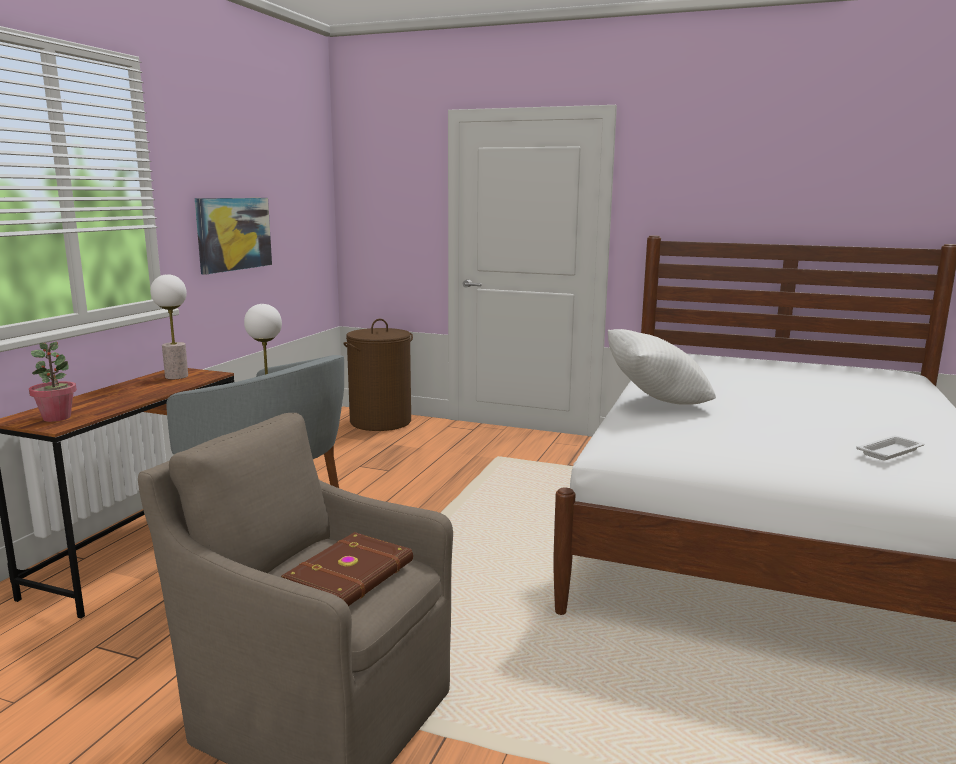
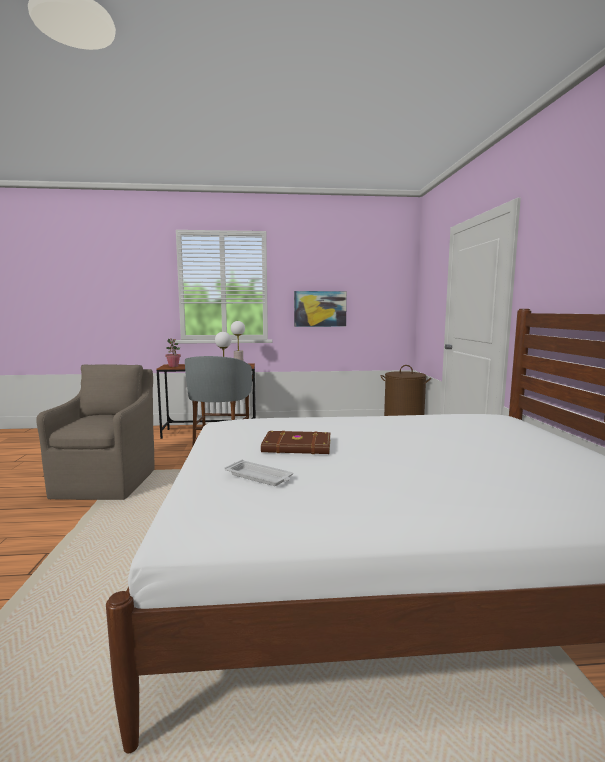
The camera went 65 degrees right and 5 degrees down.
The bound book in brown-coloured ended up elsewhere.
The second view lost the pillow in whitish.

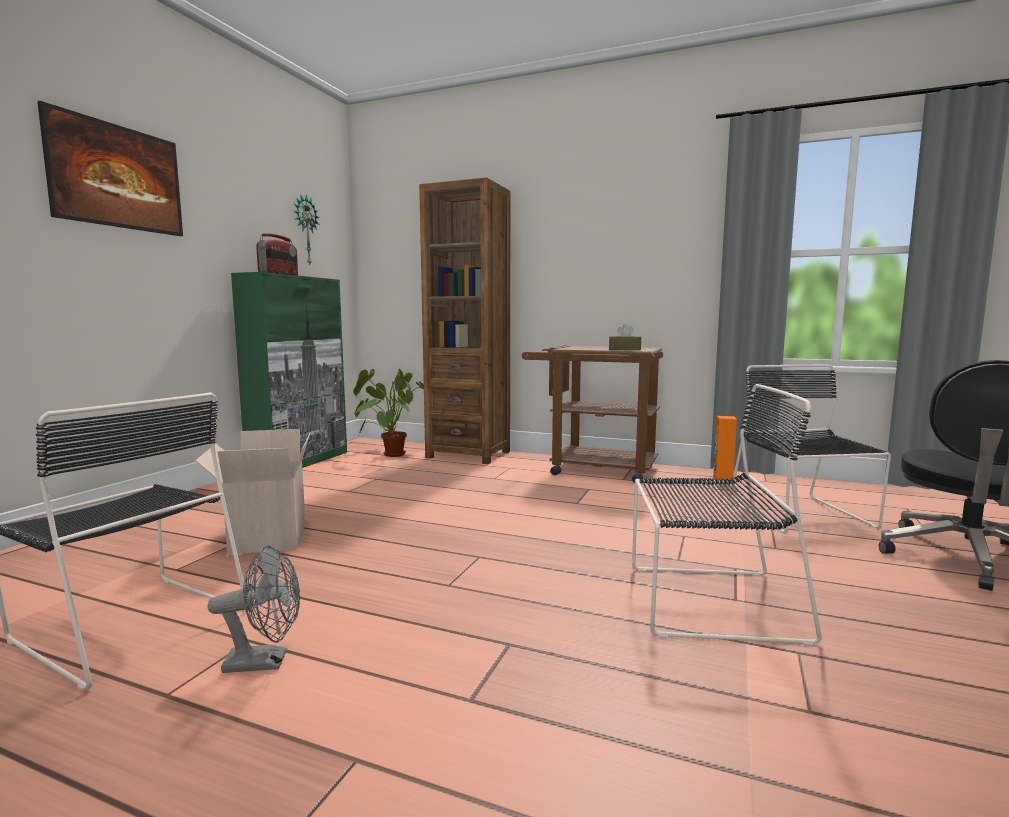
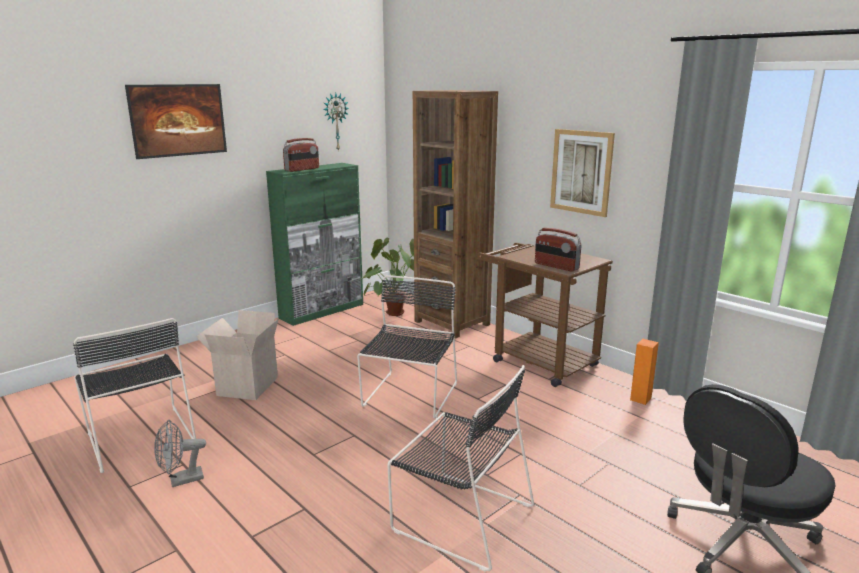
The camera went 25 degrees right and 10 degrees up.
The cooling fan in gray ended up facing another way, 135 degrees clockwise from before.
The chair in black (3rd from left in the first image) ended up elsewhere.
Where the tissue holder in brown-coloured stood, the radio set (2nd from left) came to stand.
The second view gained the picture (2nd from left).

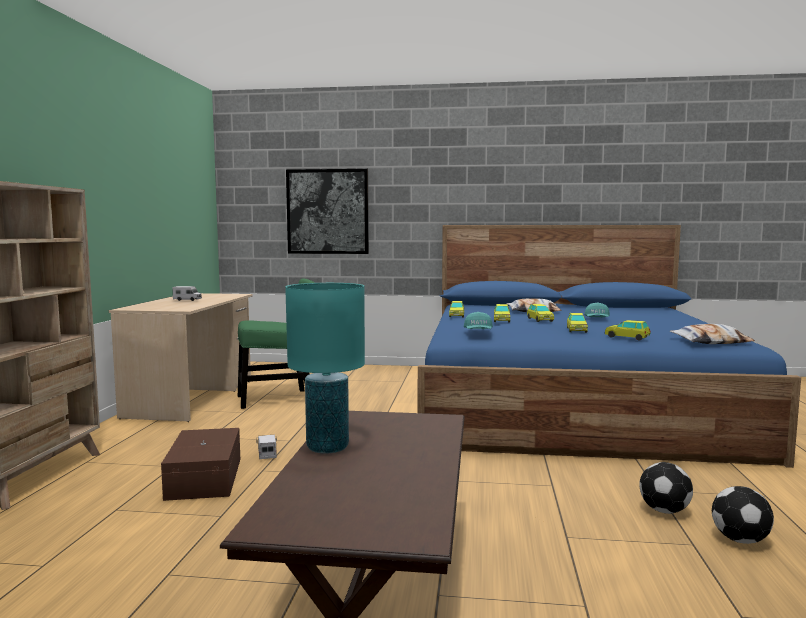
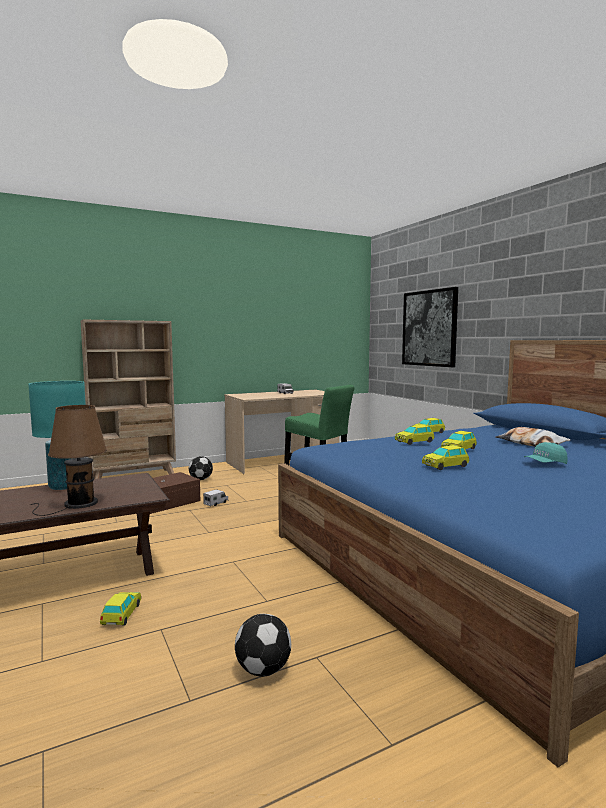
The camera went 55 degrees right and 0 degrees up.
The second view gained the tabletop lamp in brown-coloured.
The miniature car (5th from left in the first image) ended up elsewhere.
The ball for football (2nd from left in the first image) ended up elsewhere.
The second view lost the baseball cap in turquoise-coloured (1st from left).
The second view lost the pillow (2nd from left).

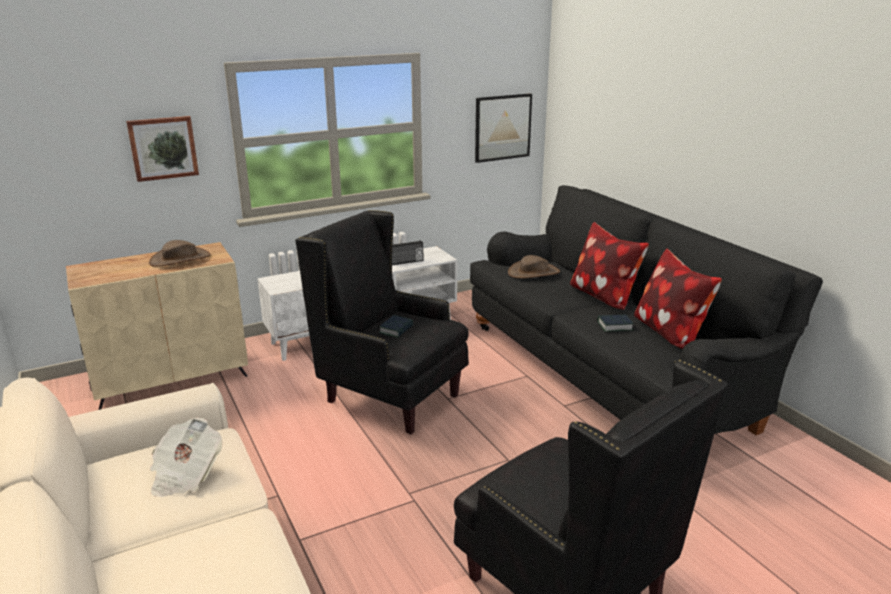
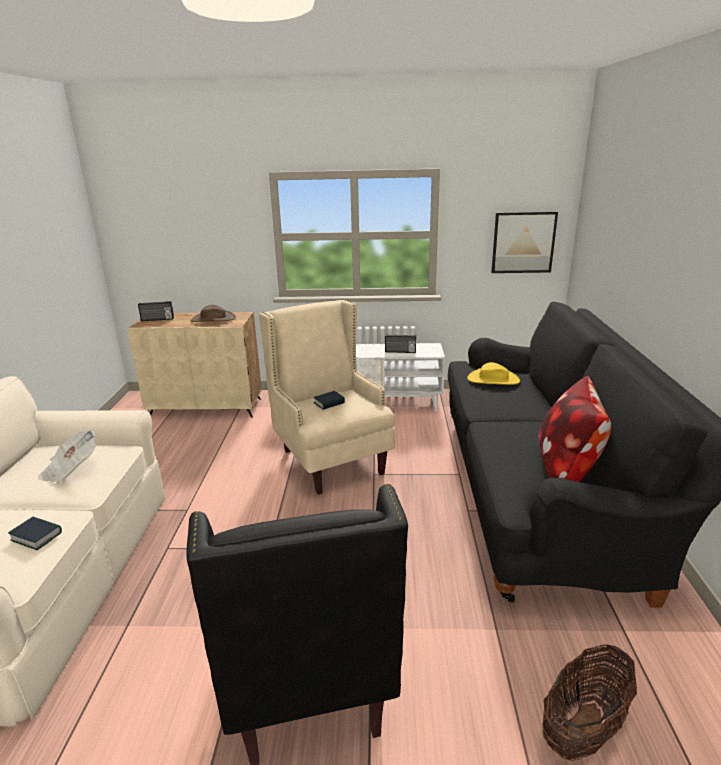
The camera went 30 degrees right and 0 degrees up.
The bound book (2nd from left in the first image) ended up elsewhere.
The second view gained the radio set (1st from left).
What was the armchair in black (1st from left) turned into the armchair in beige.
What was the clothing hat in brown-coloured (2nd from left) turned into the clothing hat in yellow.
The second view gained the basket.
The second view lost the picture (1st from left).
The second view lost the pillow (1st from left).

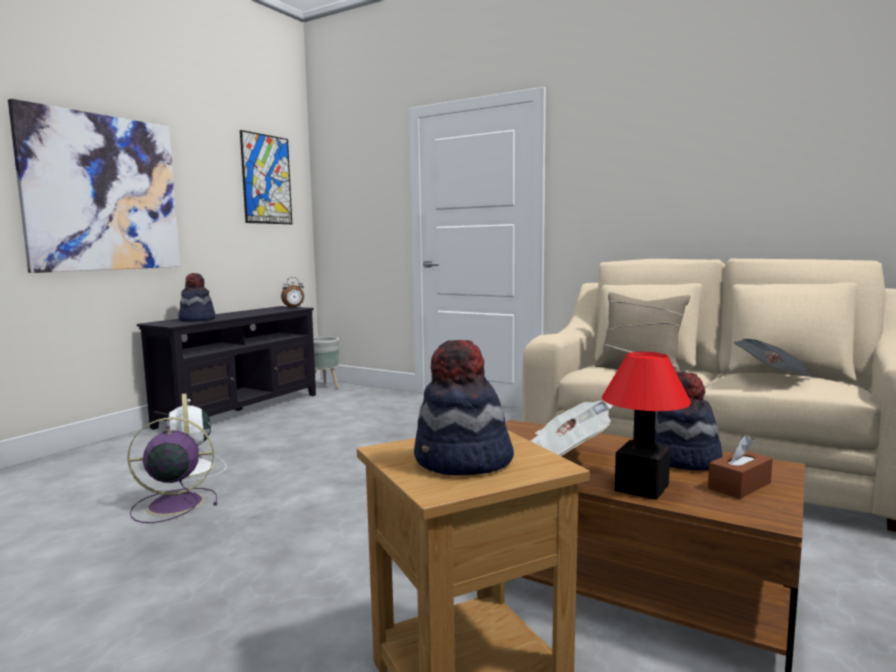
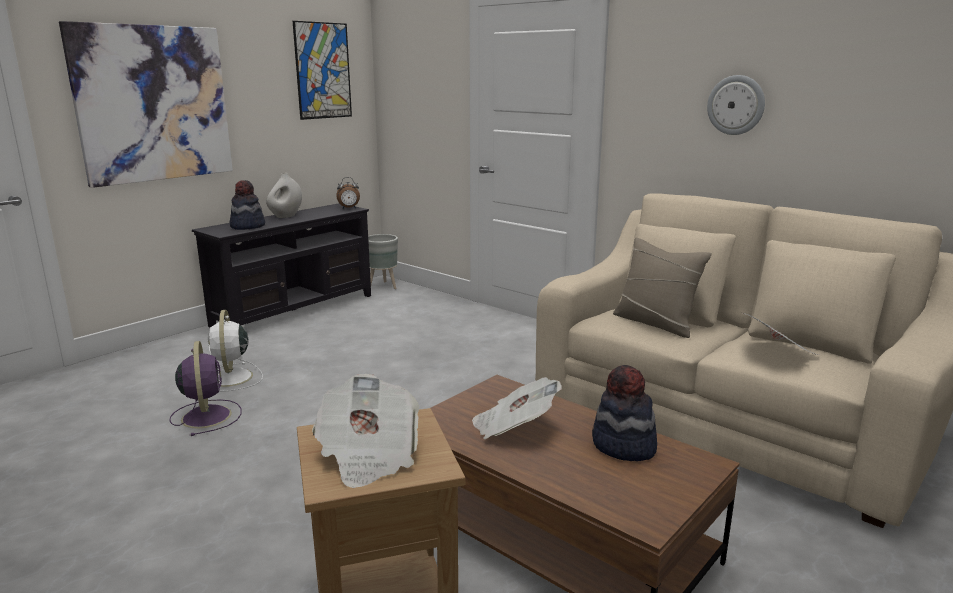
The camera went 10 degrees right and 10 degrees up.
The cooling fan in purplish ended up facing another way, 75 degrees clockwise from before.
The second view gained the decorative vase in whitish.
Where the clothing hat (2nd from left) stood, the newspaper (1st from left) came to stand.
The second view gained the wall clock.
The second view lost the tabletop lamp.
The second view lost the tissue holder in brown-coloured.

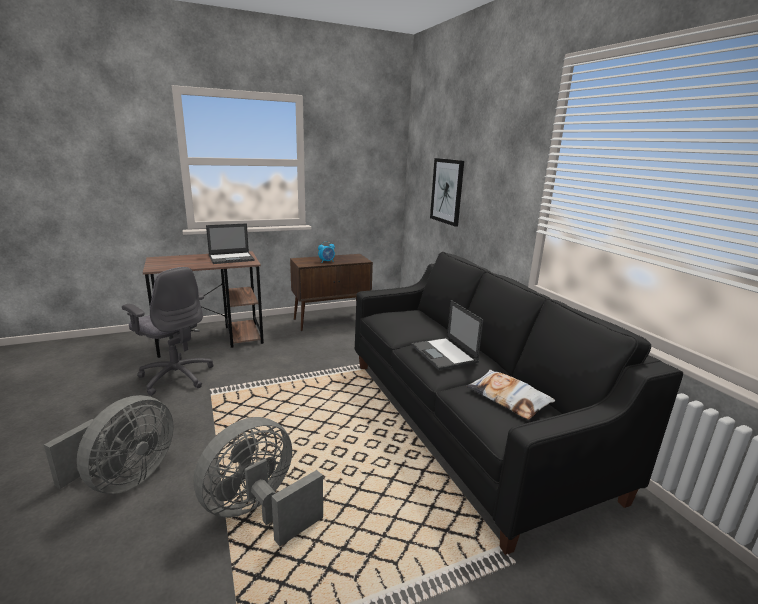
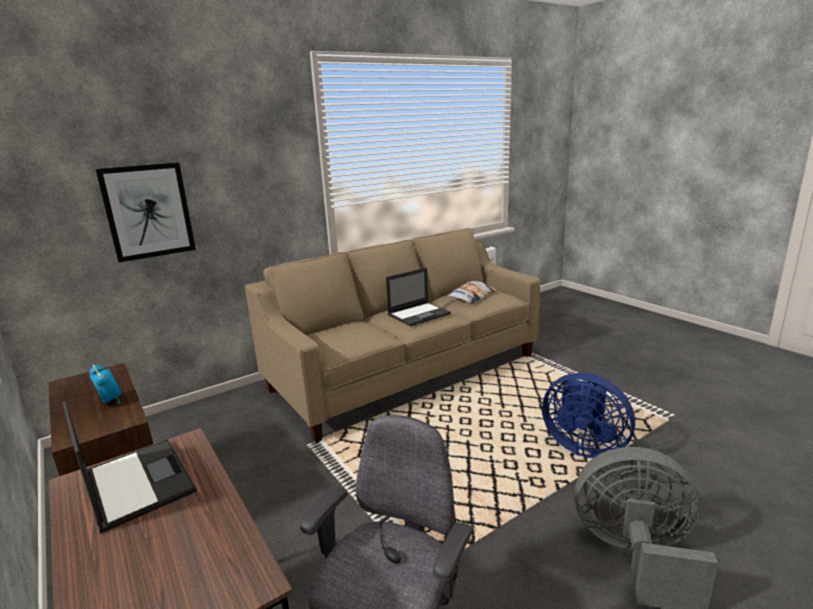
The camera went 100 degrees left and 0 degrees up.
What was the couch in black turned into the couch in beige.
What was the cooling fan in gray (2nd from left) turned into the cooling fan in bluish.

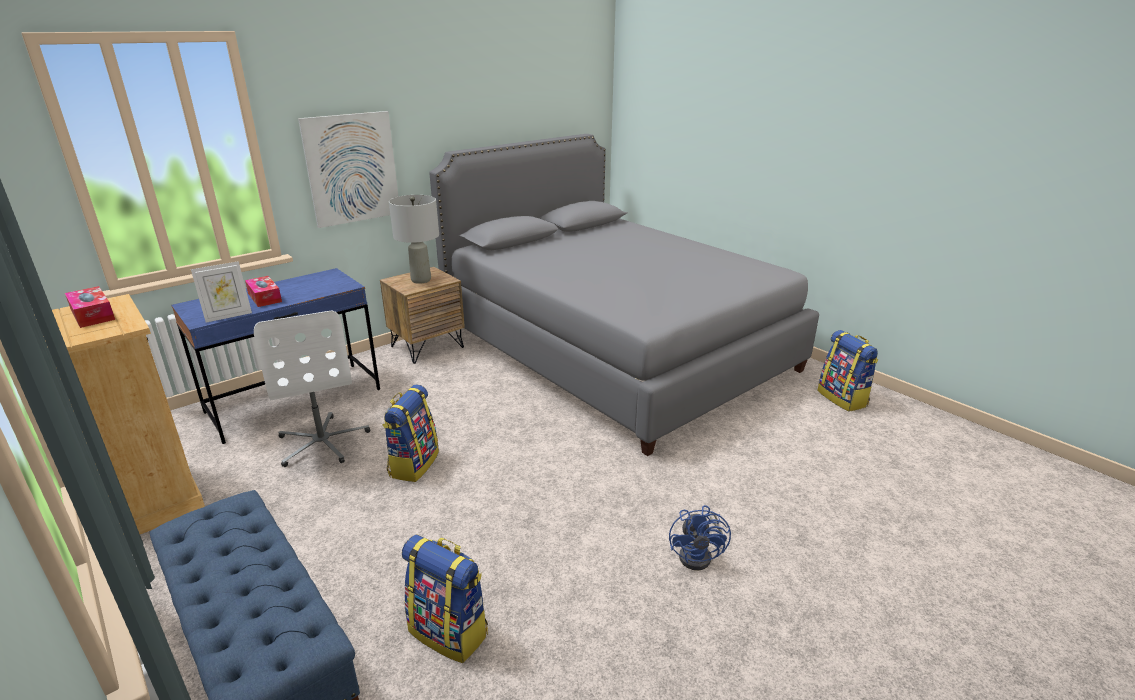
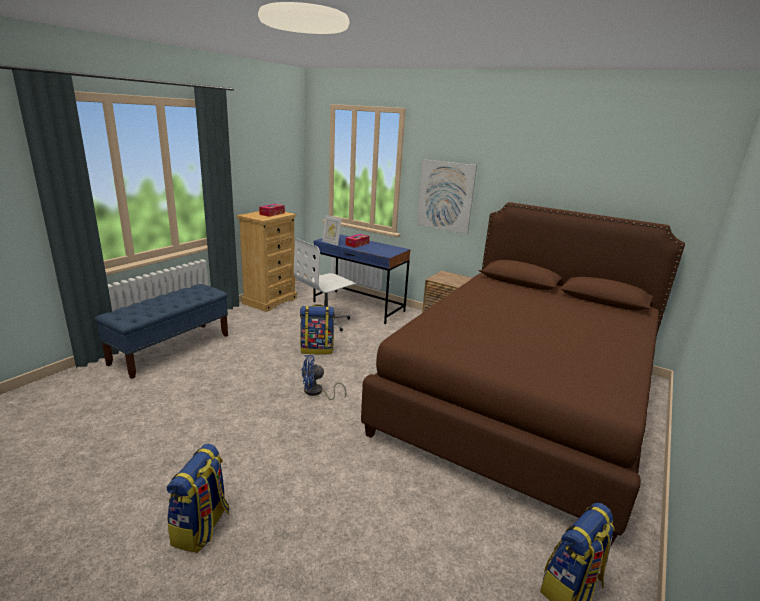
The camera went 70 degrees right and 5 degrees down.
The backpack (2nd from left in the first image) ended up elsewhere.
The cooling fan in bluish ended up elsewhere.
What was the bed in gray turned into the bed in brown-coloured.
The second view lost the tabletop lamp in gray.

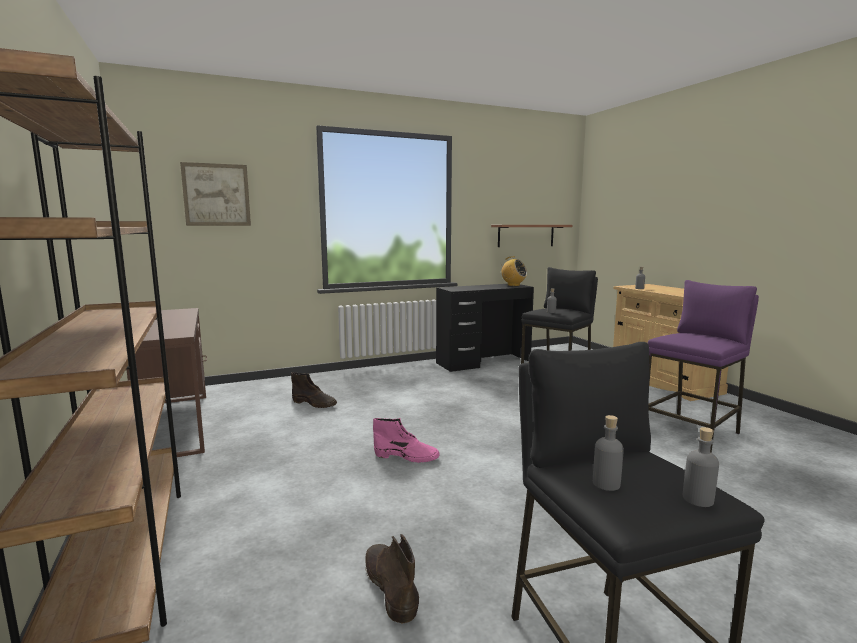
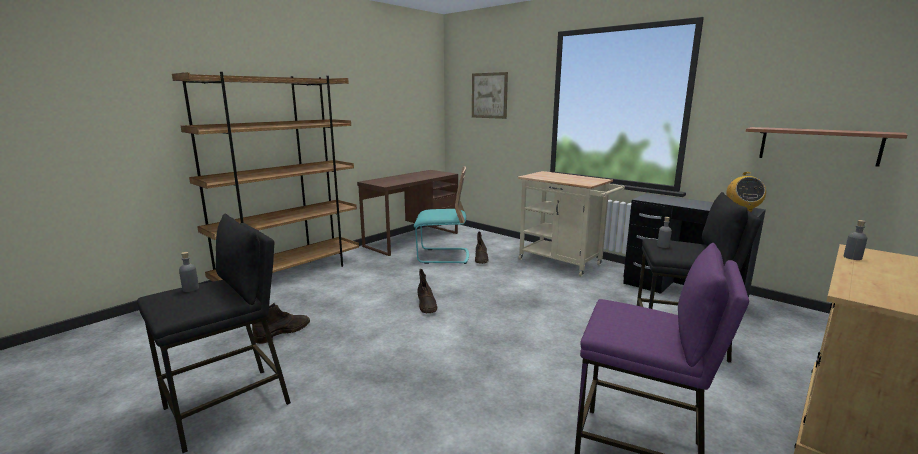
The camera went 65 degrees right and 5 degrees up.
The second view gained the chair in turquoise-coloured.
What was the boot in pink turned into the boot in brown-coloured (2nd from left).
The second view gained the cart in beige.
The second view lost the bottle in gray (4th from left).

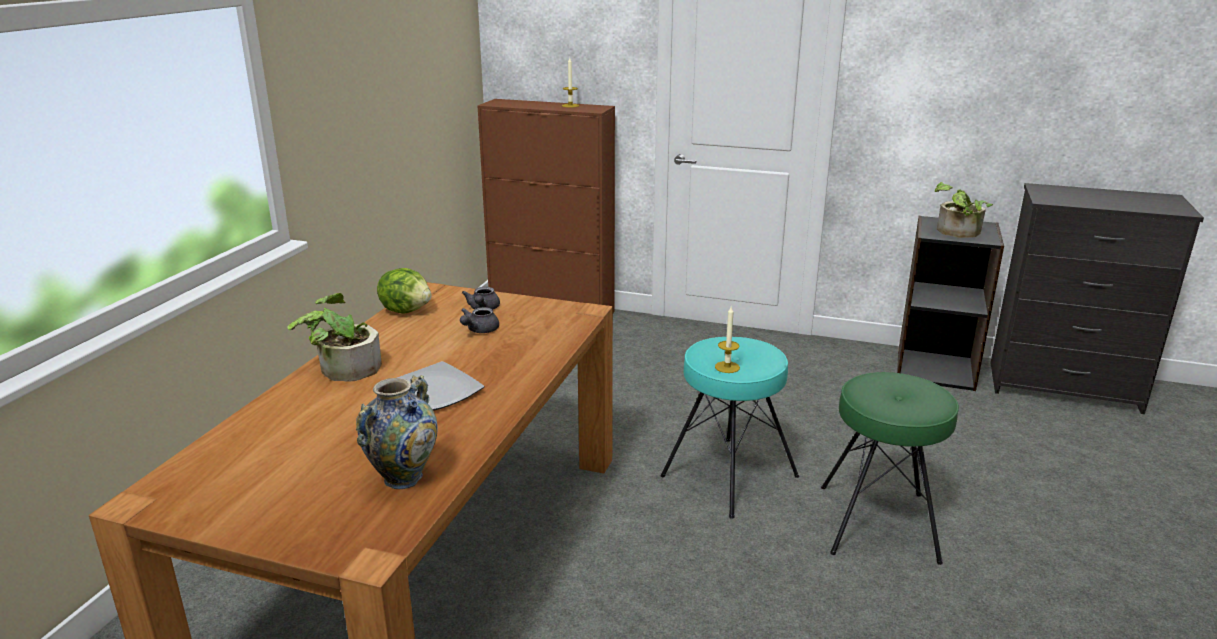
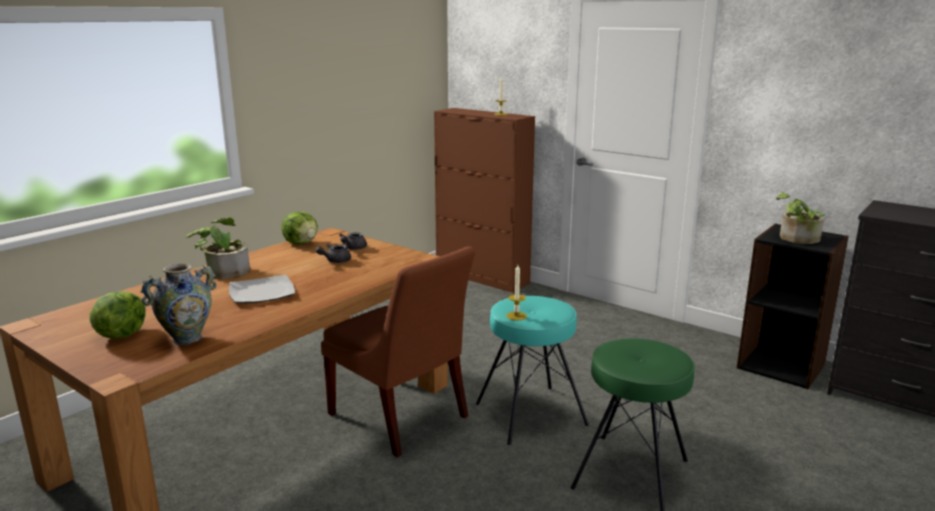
The camera went 20 degrees right and 5 degrees down.
The second view gained the head of lettuce (1st from left).
The second view gained the chair in brown-coloured.

